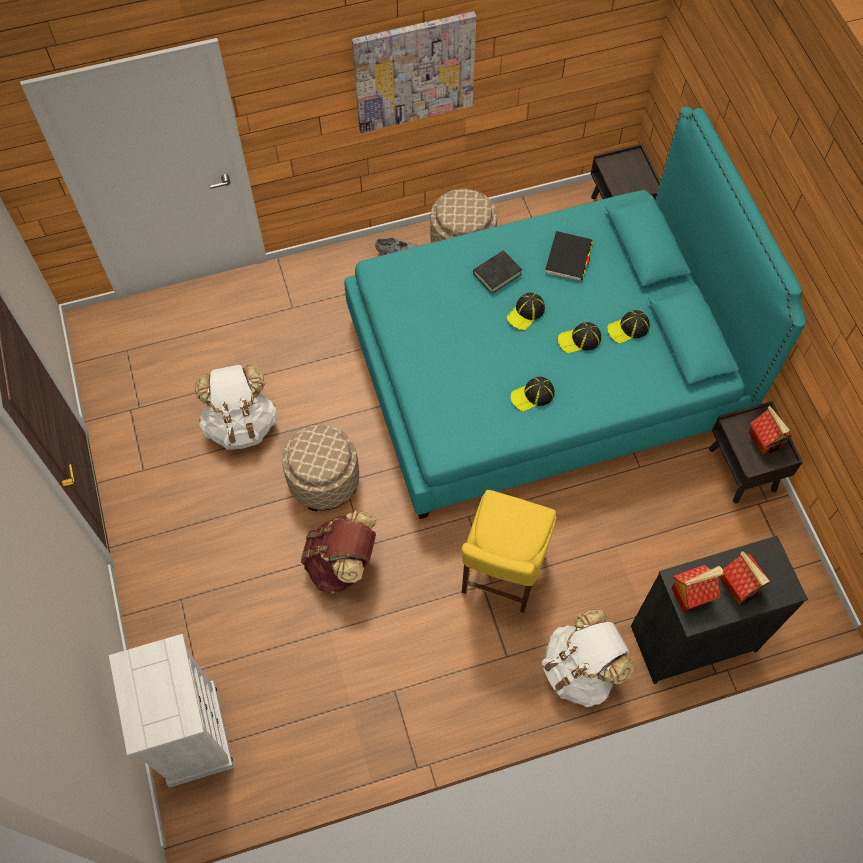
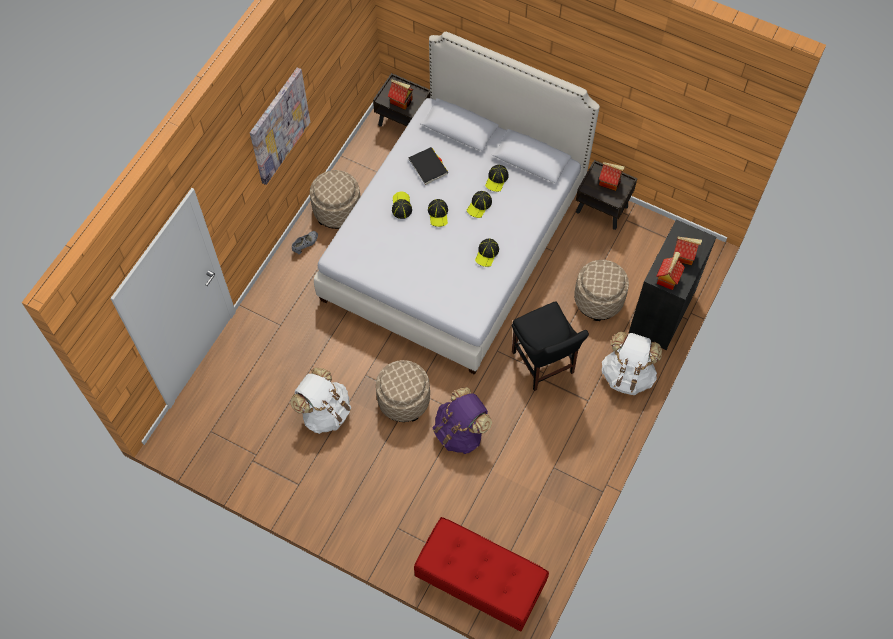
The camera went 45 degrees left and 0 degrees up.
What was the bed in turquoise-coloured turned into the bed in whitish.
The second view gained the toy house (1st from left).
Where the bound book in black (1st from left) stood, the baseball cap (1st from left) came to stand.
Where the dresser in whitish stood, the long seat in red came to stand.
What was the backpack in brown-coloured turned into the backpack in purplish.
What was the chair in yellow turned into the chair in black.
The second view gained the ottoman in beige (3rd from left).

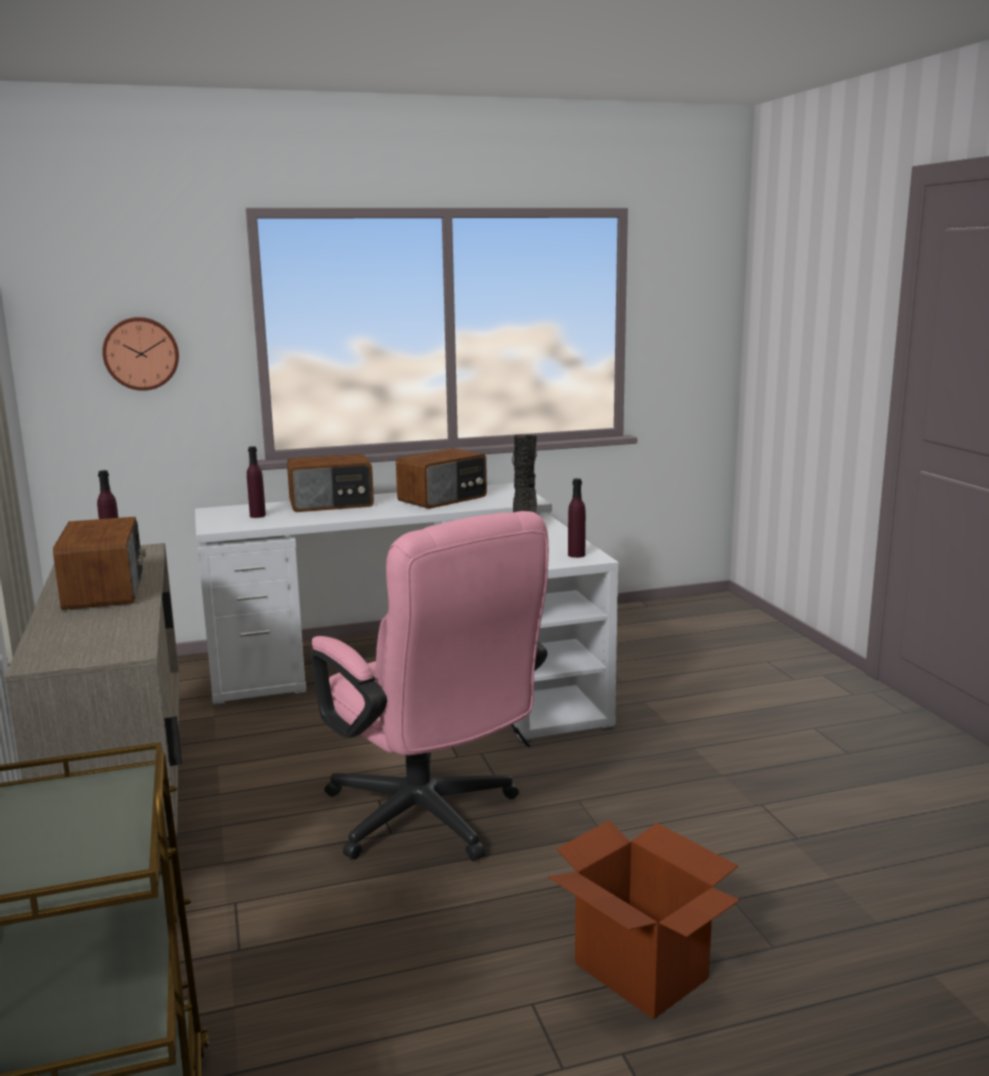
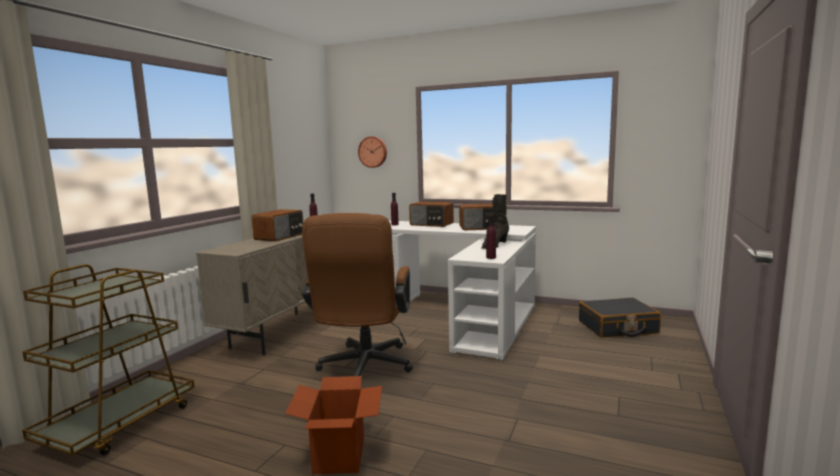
The camera went 40 degrees right and 5 degrees down.
What was the office chair in pink turned into the office chair in brown-coloured.
The second view gained the suitcase in black.

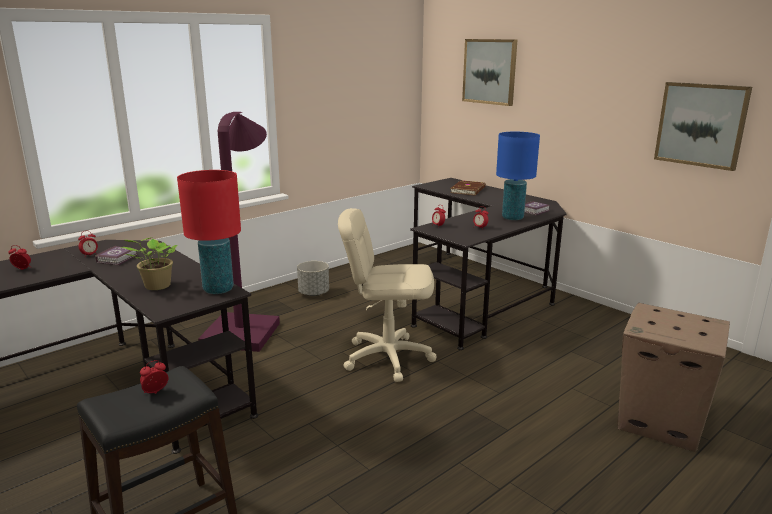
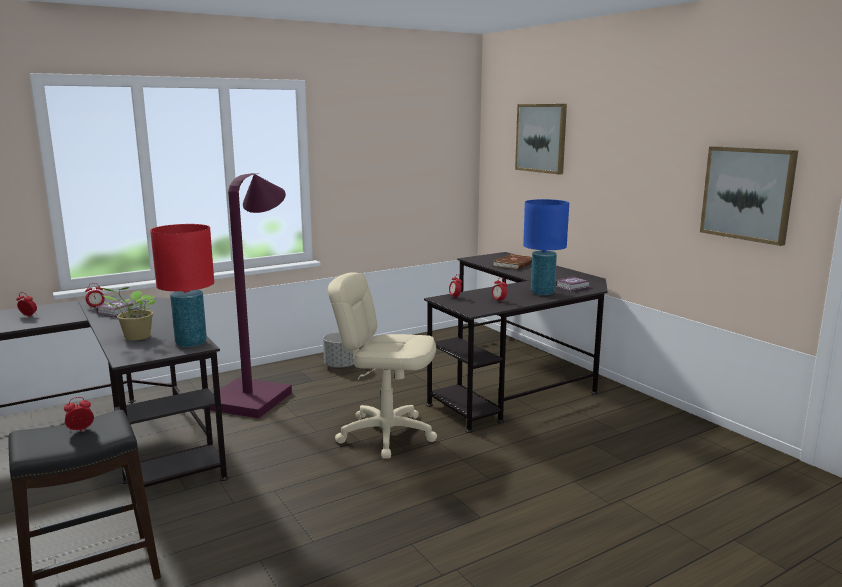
The camera went 10 degrees right and 5 degrees down.
The second view lost the carton.

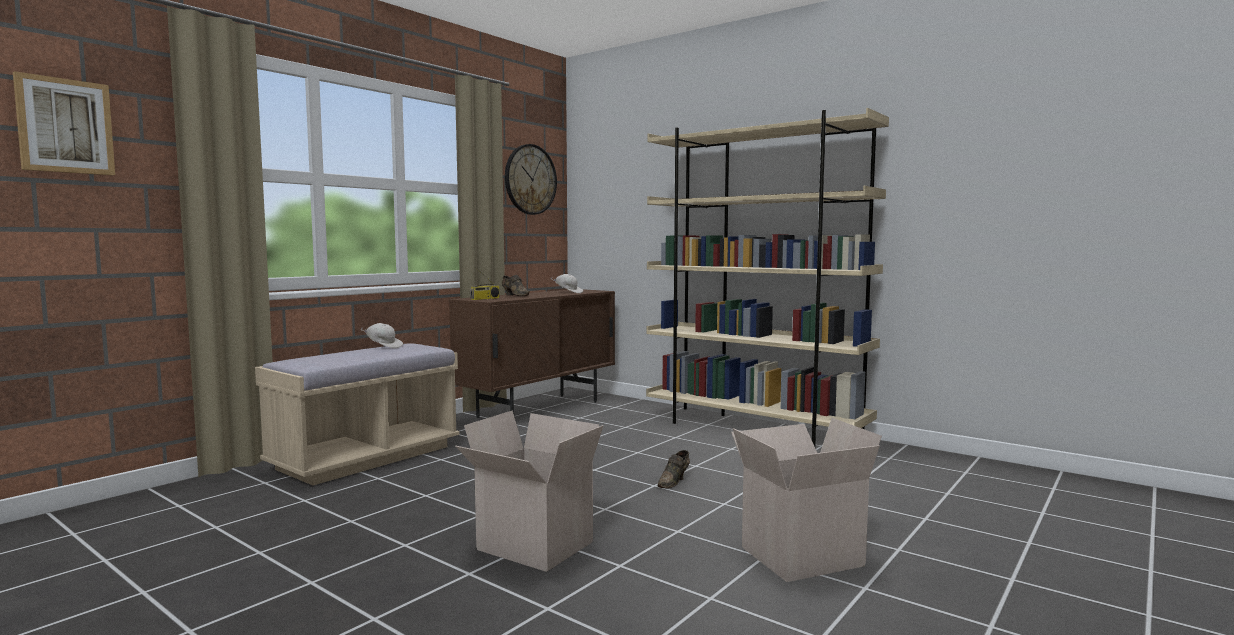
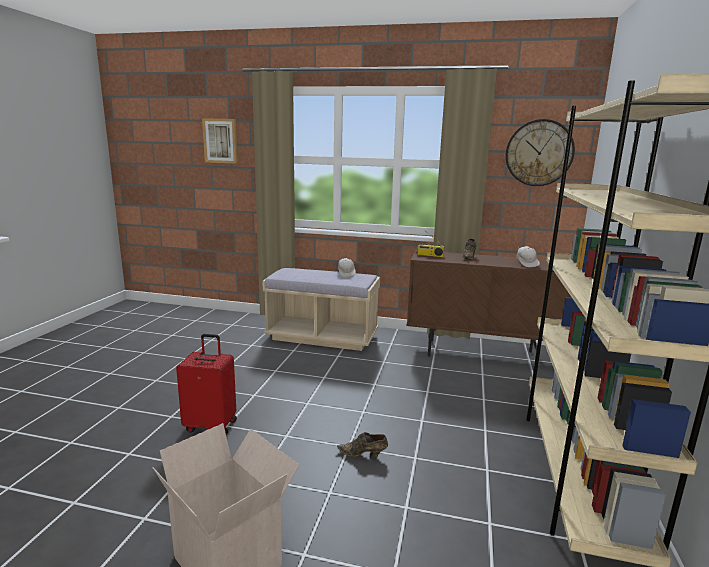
The camera went 65 degrees right and 10 degrees up.
Where the carton (1st from left) stood, the suitcase in red came to stand.

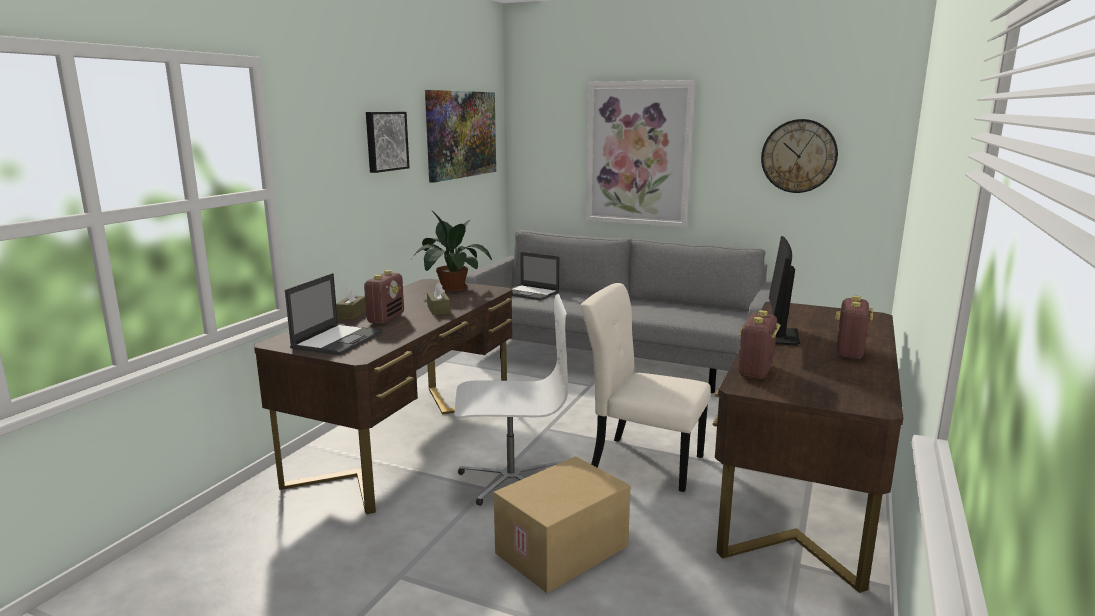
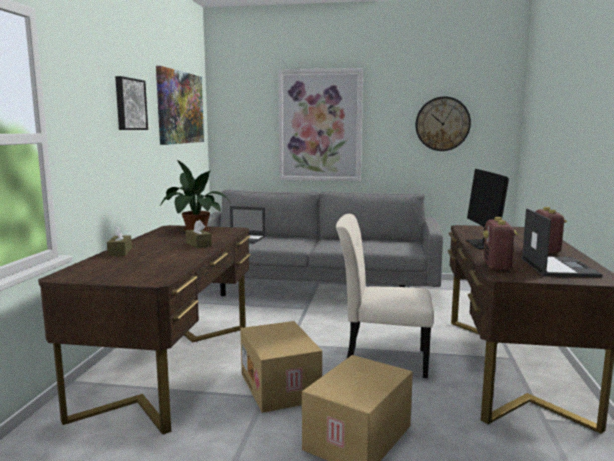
The camera went 15 degrees left and 5 degrees down.
Where the office chair in whitish stood, the carton (1st from left) came to stand.
The portable computer (1st from left in the first image) ended up elsewhere.
The second view lost the radio set (1st from left).

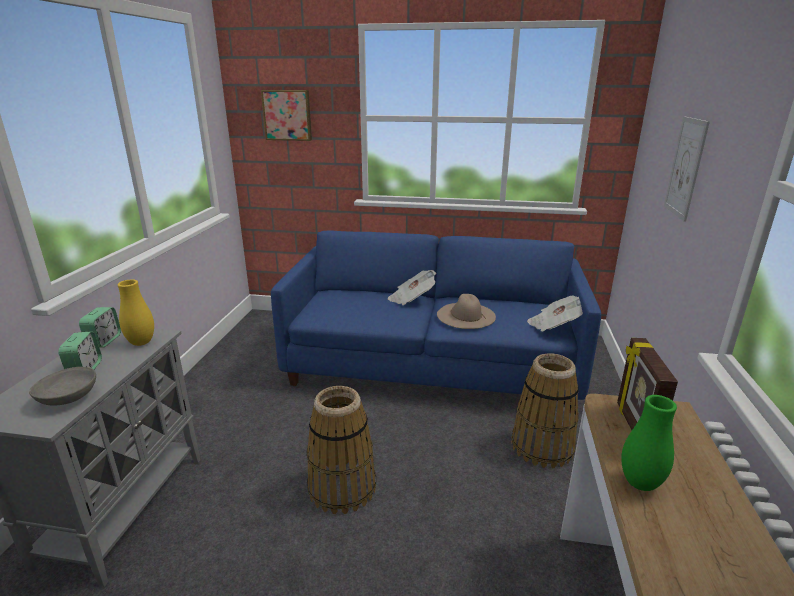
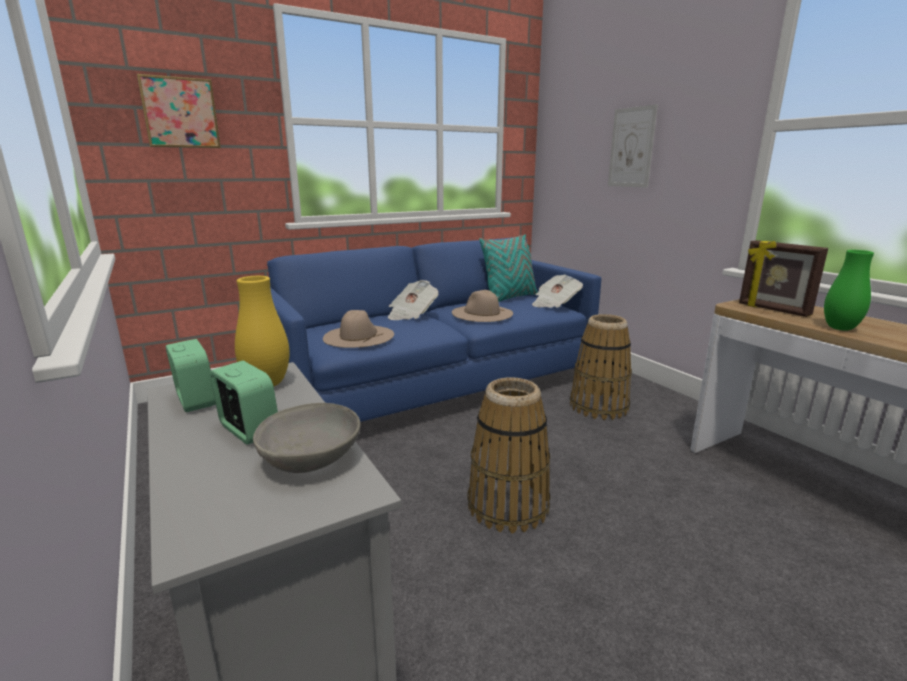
The camera went 40 degrees left and 5 degrees down.
The second view gained the clothing hat in beige (1st from left).
The second view gained the pillow in turquoise-coloured.

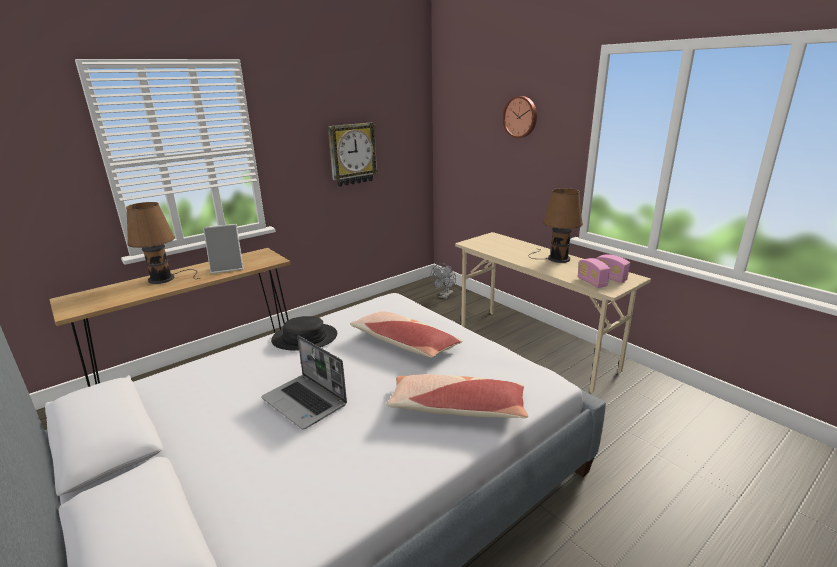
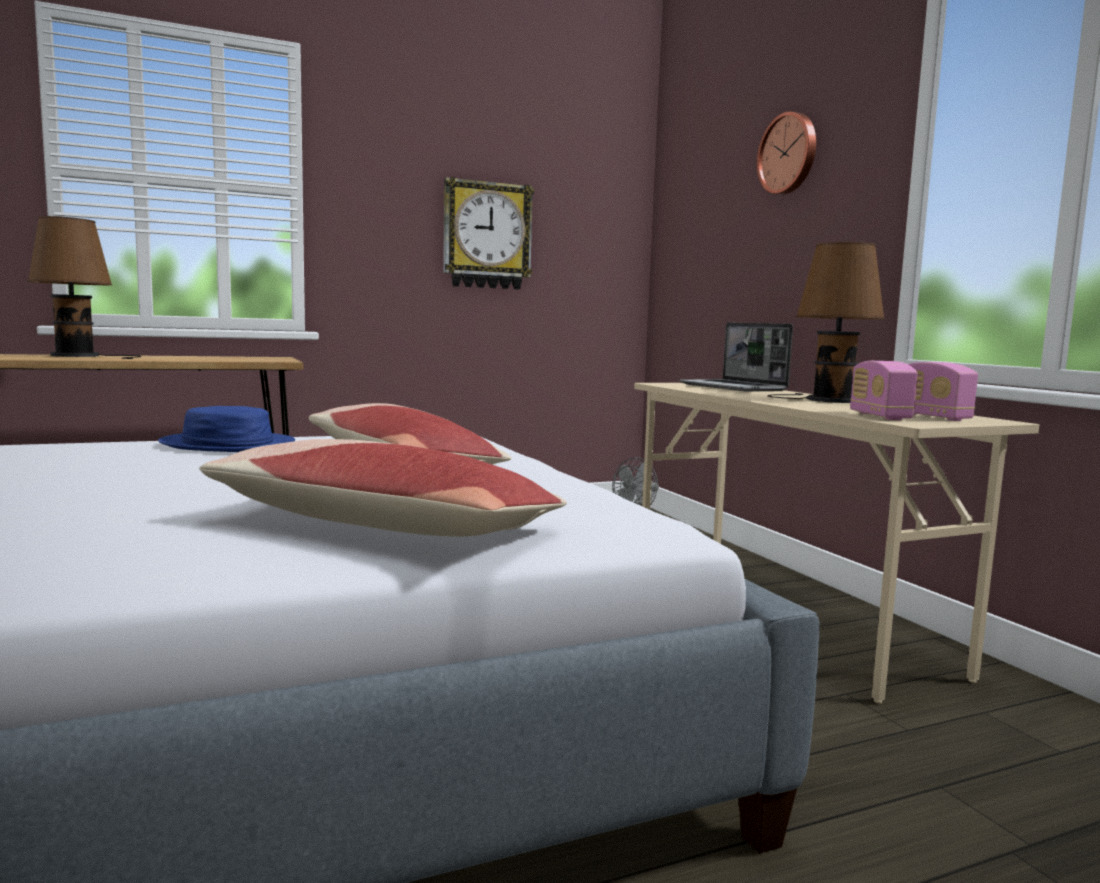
The camera went 15 degrees right and 15 degrees down.
What was the clothing hat in black turned into the clothing hat in bluish.
The portable computer ended up elsewhere.
The second view lost the photo frame.

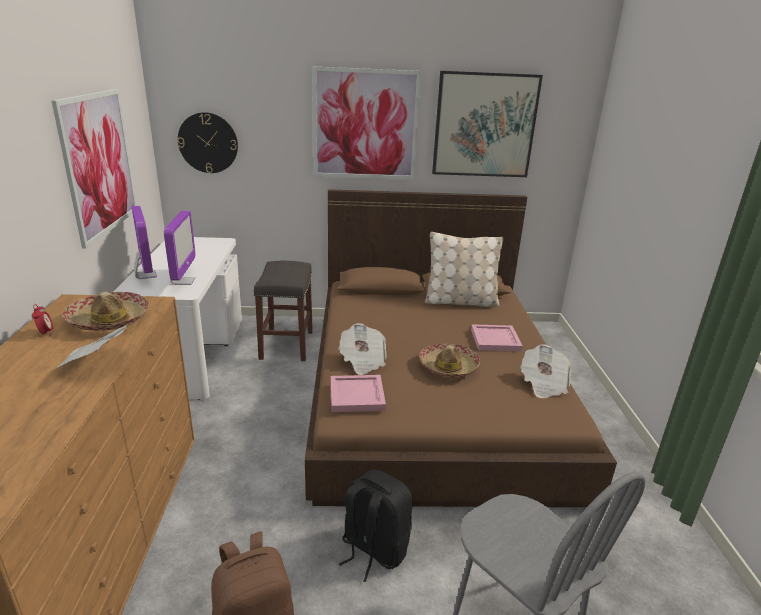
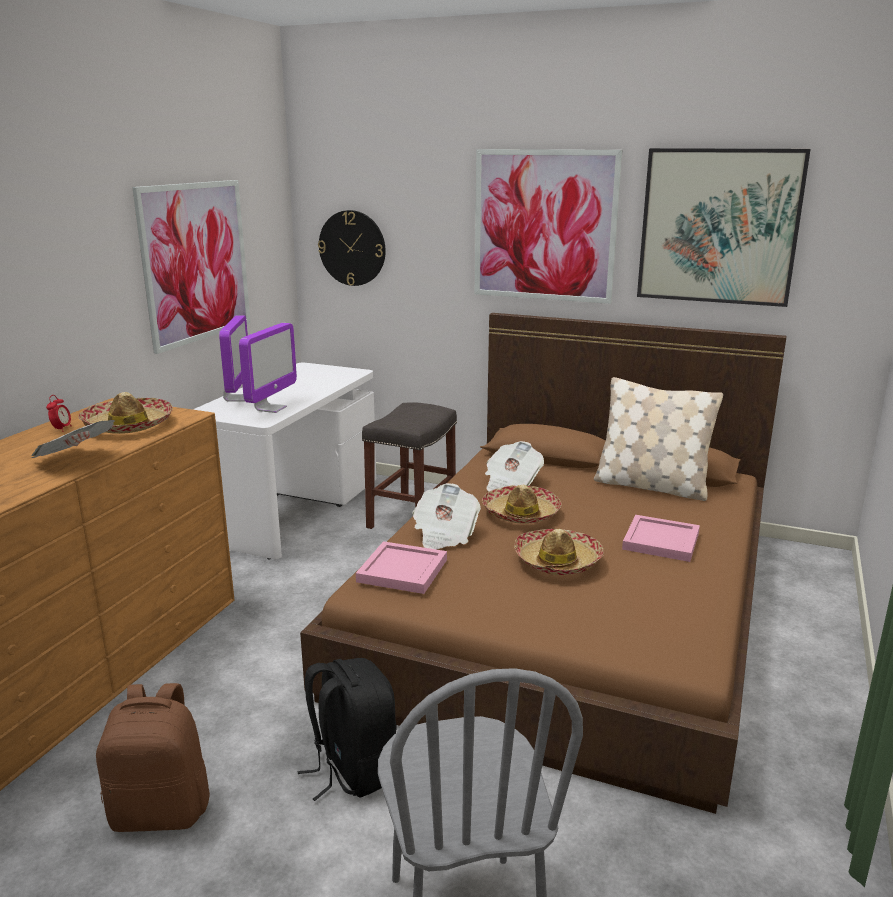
The camera went 25 degrees right and 5 degrees down.
The second view gained the clothing hat (2nd from left).
The newspaper (3rd from left) ended up elsewhere.

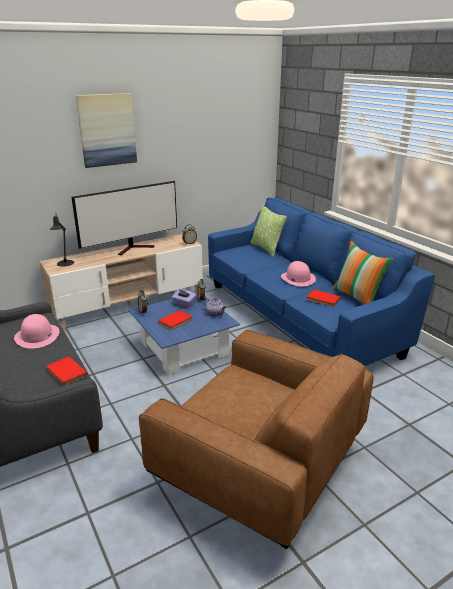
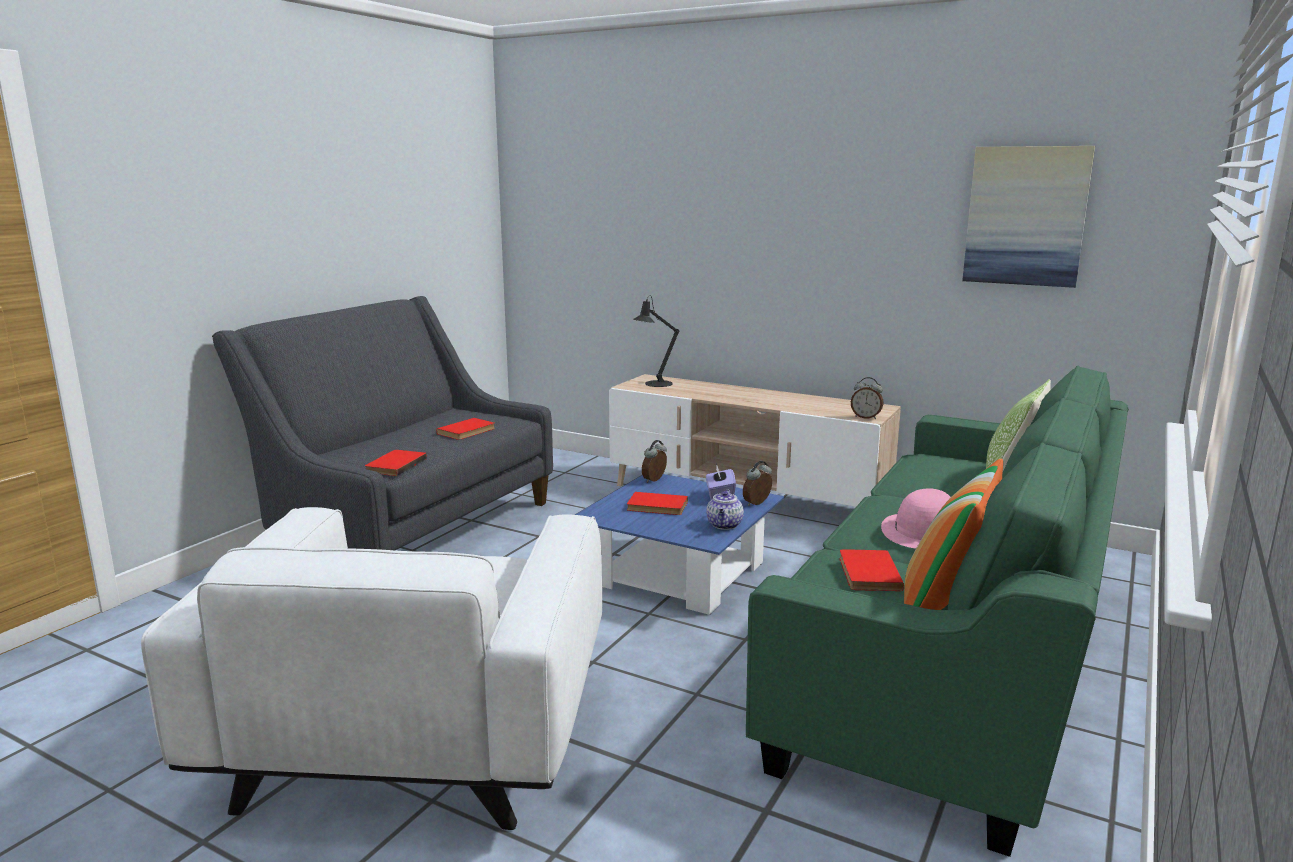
The camera went 60 degrees right and 10 degrees down.
What was the armchair in brown-coloured turned into the armchair in whitish.
Where the clothing hat in pink (1st from left) stood, the bound book in red (2nd from left) came to stand.
What was the couch in bluish turned into the couch in green-coloured.
The picture ended up elsewhere.
The second view lost the television.

